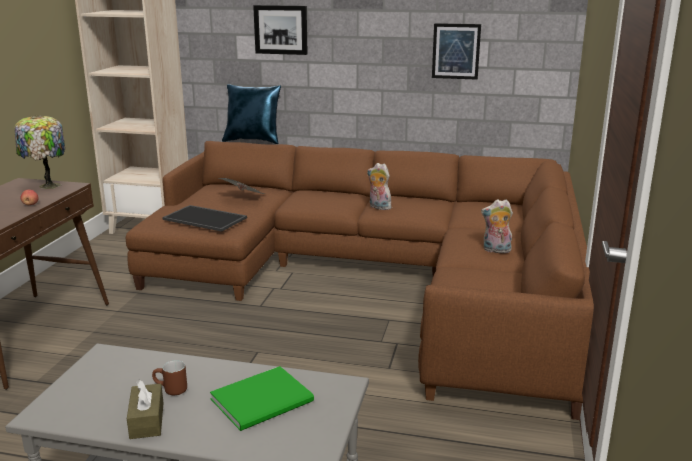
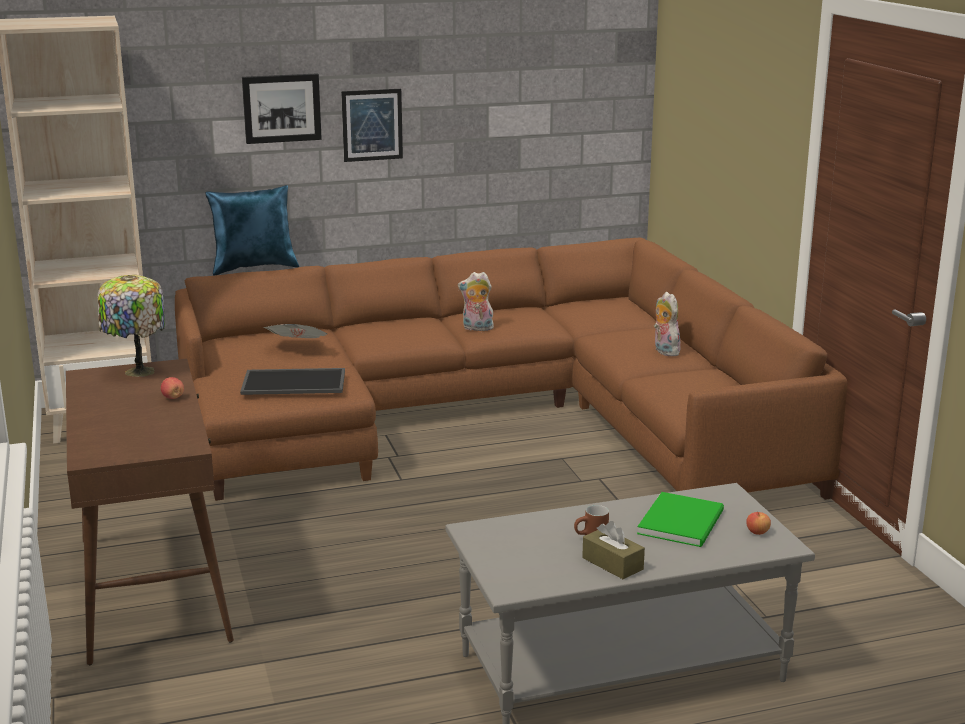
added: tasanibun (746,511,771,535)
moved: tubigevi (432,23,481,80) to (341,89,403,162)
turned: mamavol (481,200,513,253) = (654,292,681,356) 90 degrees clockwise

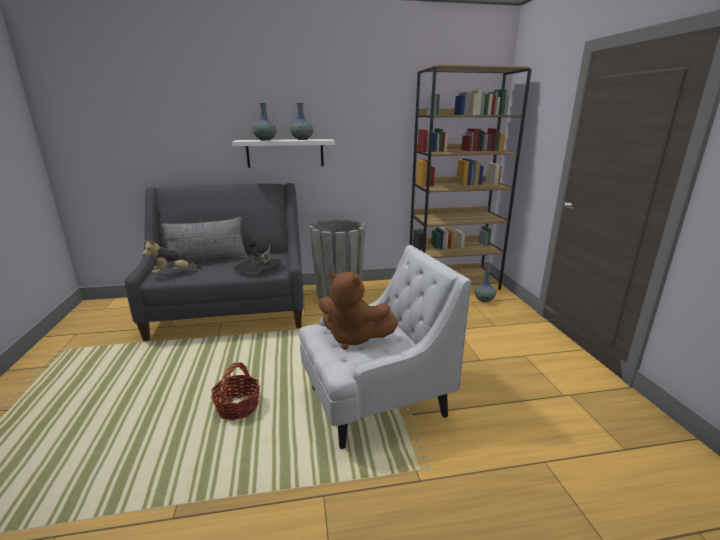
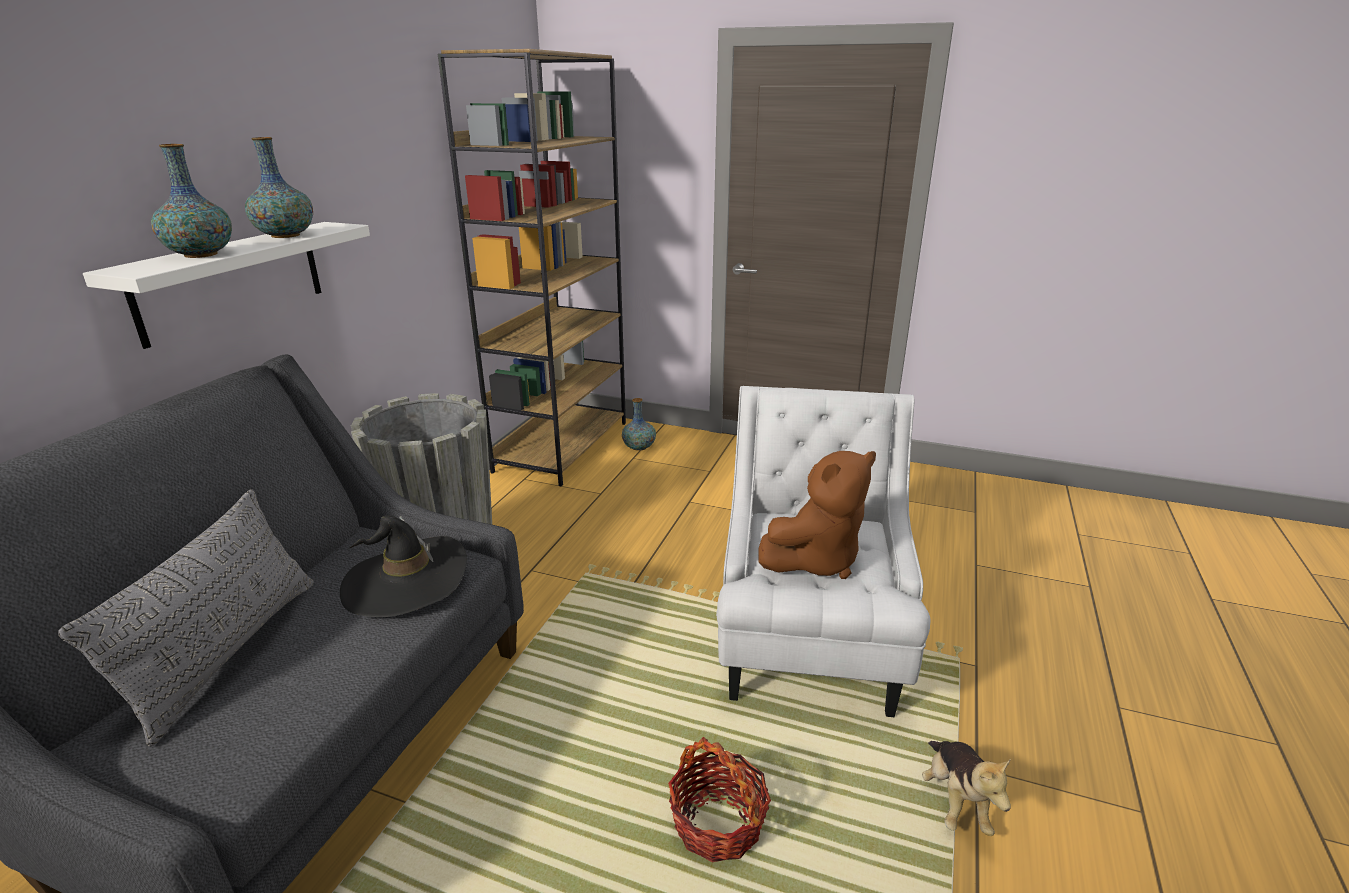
moved: mamavol (143,240,202,274) to (922,741,1011,836)

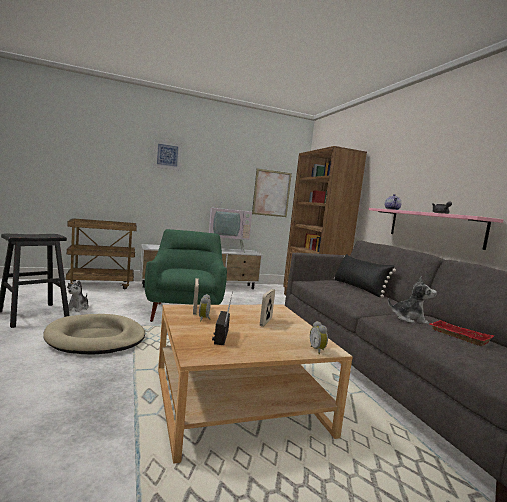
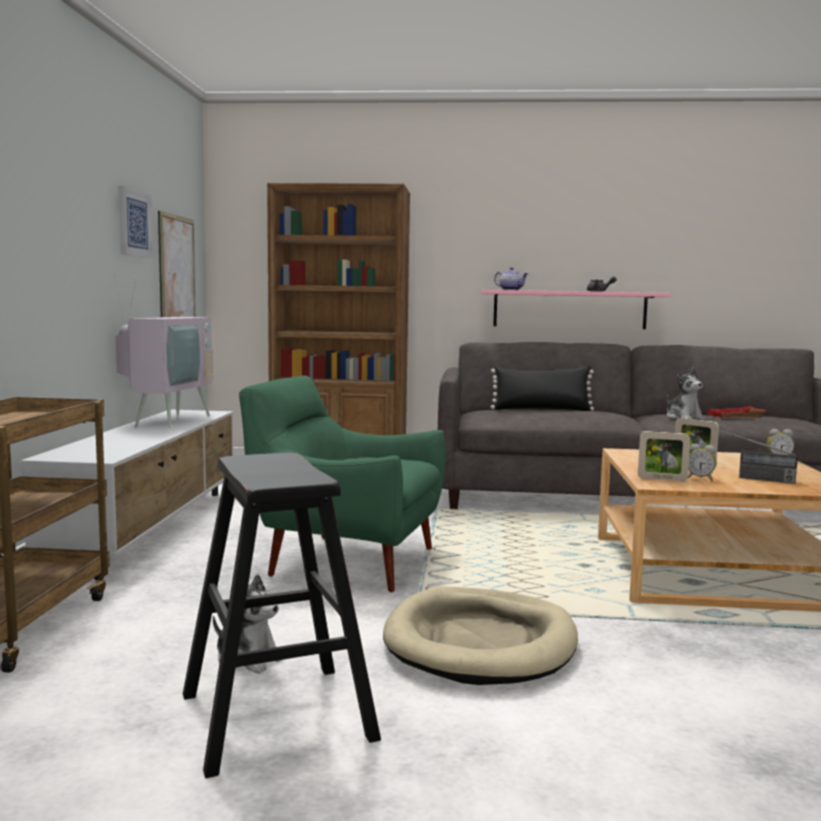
moved: tubigevi (153,139,182,171) to (118,186,153,258)
turned: mamavol (388,277,437,325) = (667,368,705,420) 120 degrees clockwise

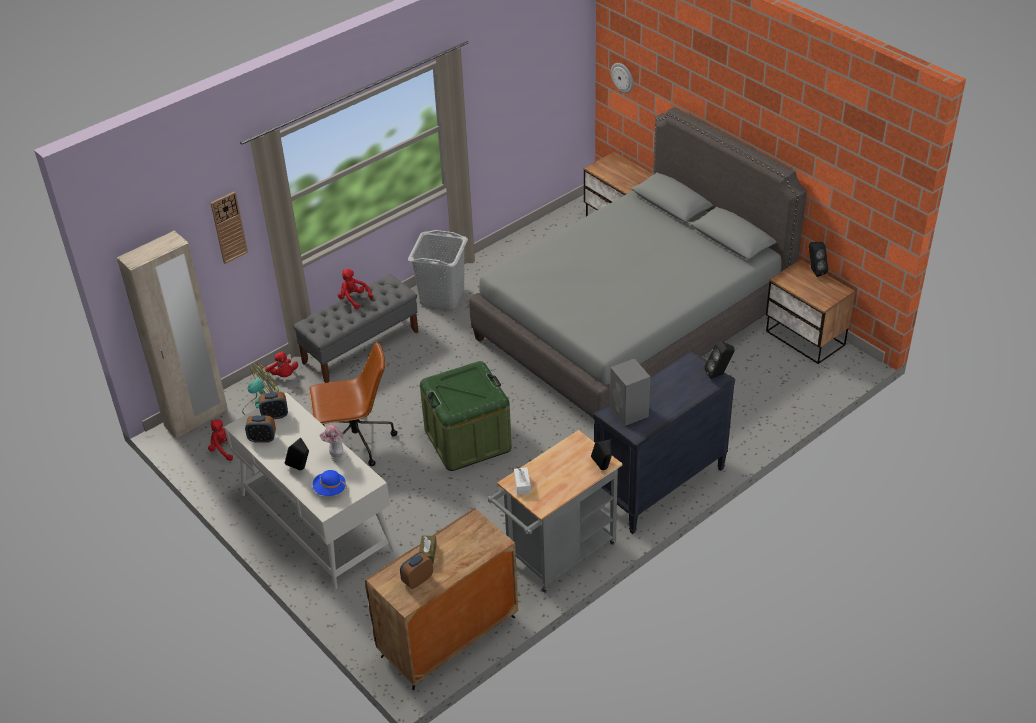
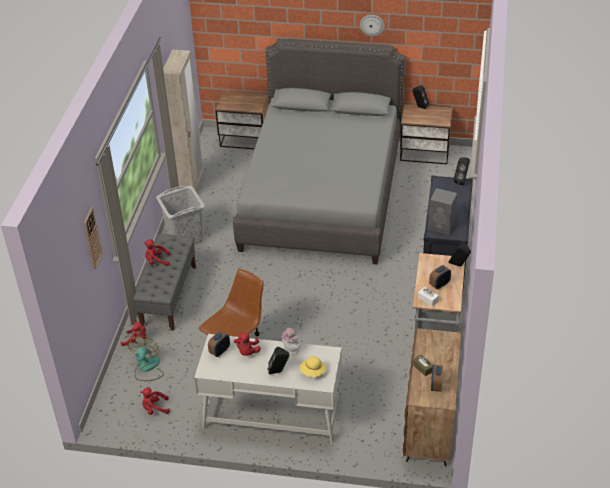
removed: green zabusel (420,361,512,471)
added: red mamavol (234,333,261,356)
moved: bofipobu (611,63,633,93) to (360,15,385,37); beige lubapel (117,231,228,438) to (163,50,204,196); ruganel (245,415,276,443) to (429,265,451,289)
recoloured: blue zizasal (313,470,347,496) to yellow zizasal (300,356,326,377)

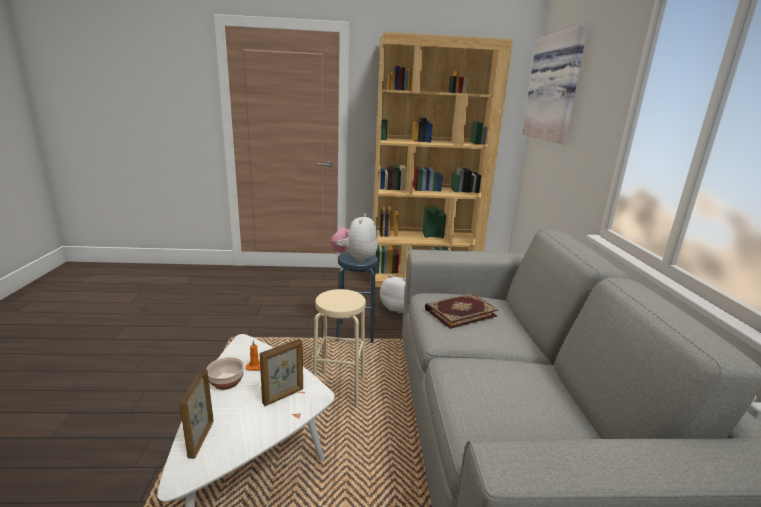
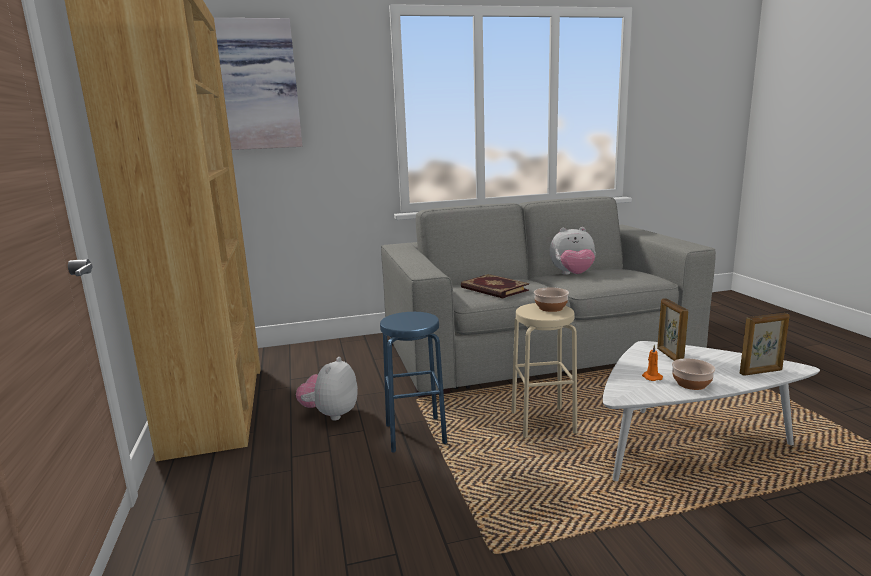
added: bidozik (534,287,569,312)
moved: mamavol (331,213,378,263) to (549,227,596,275)
turned: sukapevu (260,339,303,406) = (657,298,688,361) 135 degrees counterclockwise

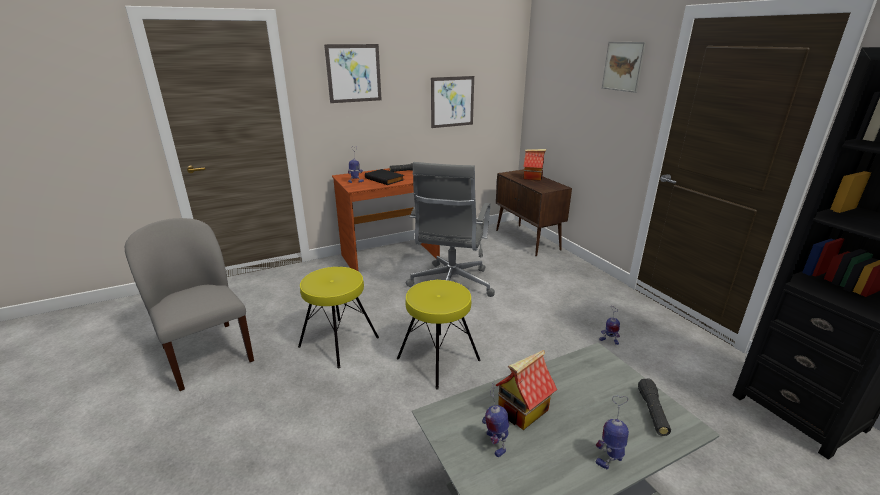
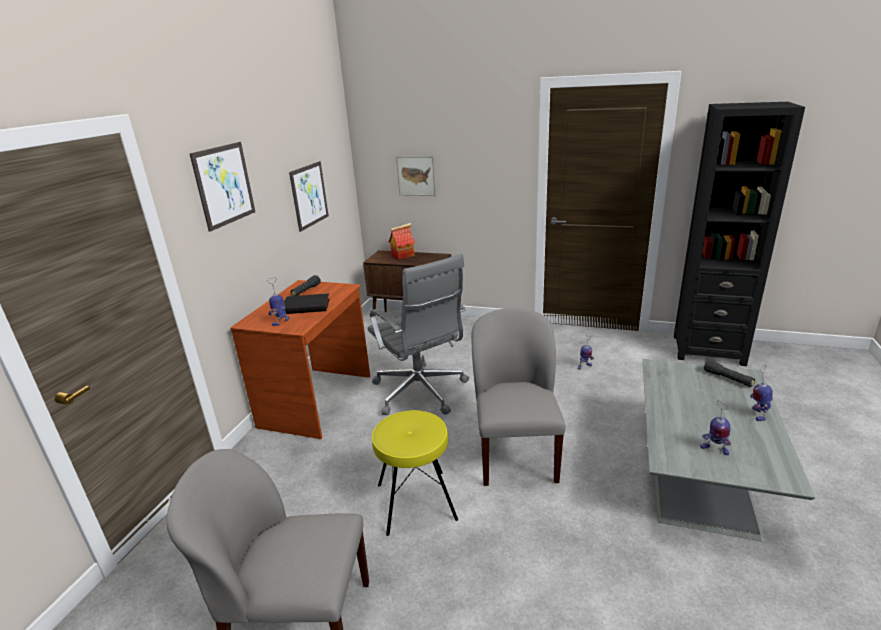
removed: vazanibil (496,350,557,430)
moved: tubigevi (602,42,646,93) to (396,156,436,196)
replaced: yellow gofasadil (397,280,481,390) to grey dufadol (471,308,566,486)

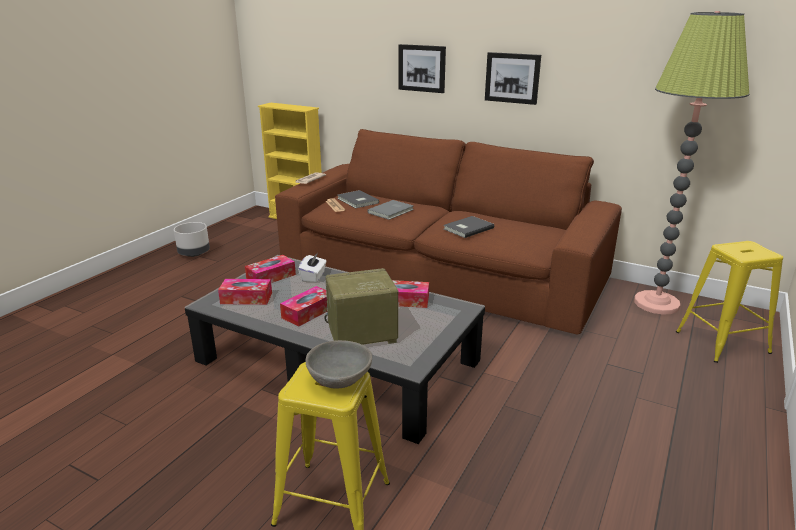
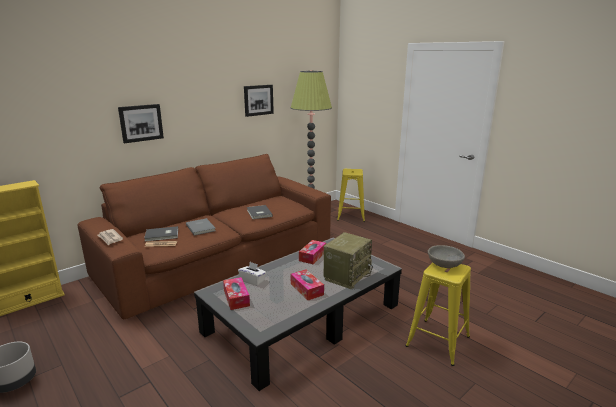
removed: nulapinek (218,279,272,305)
moved: tubigevi (485,52,541,105) to (244,85,274,117)
turned: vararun (324,268,399,345) = (324,232,373,289) 150 degrees counterclockwise

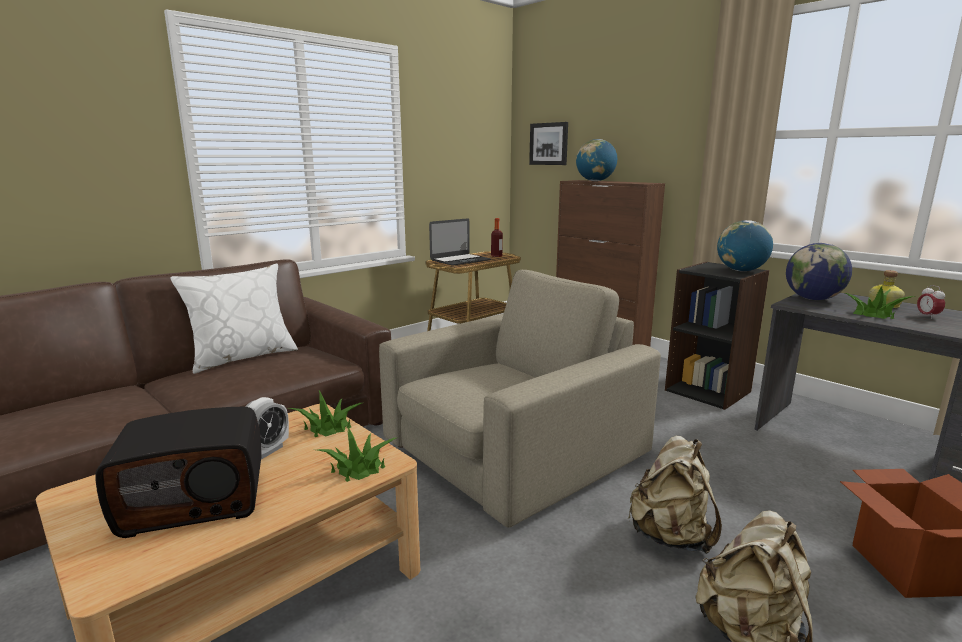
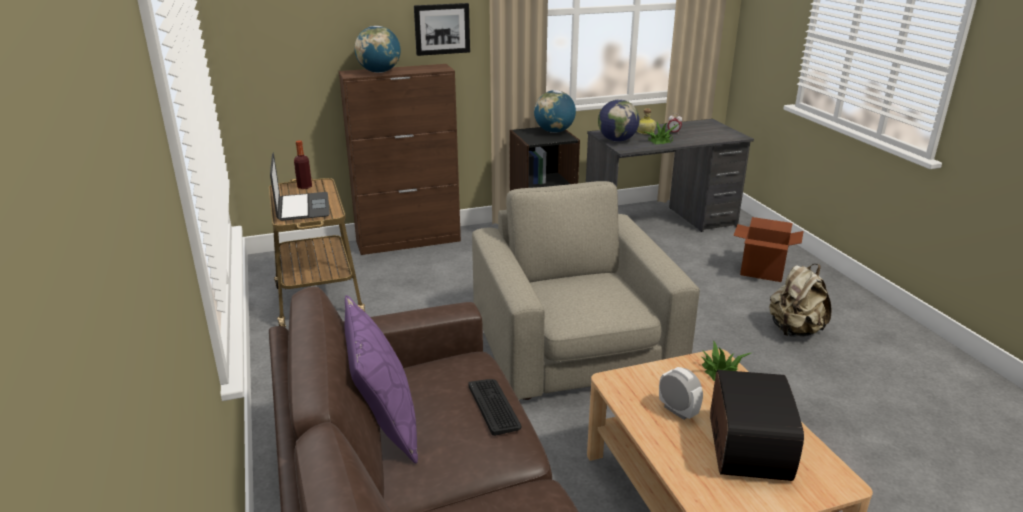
removed: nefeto (289,391,362,437); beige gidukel (627,436,722,554)
added: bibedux (469,379,522,436)
moved: tubigevi (529,122,568,165) to (414,3,470,56)
recoloured: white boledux (170,264,298,374) to purple boledux (345,295,418,463)

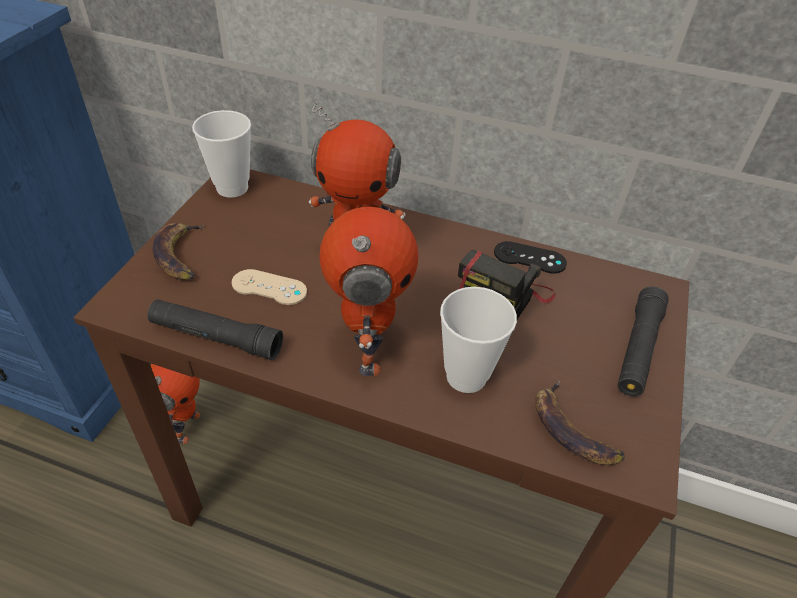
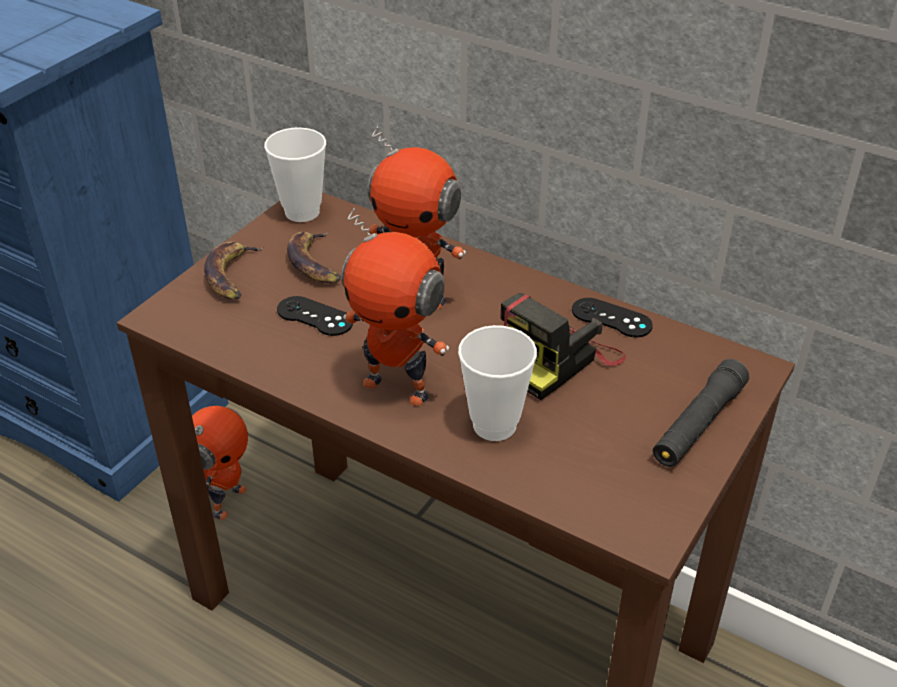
removed: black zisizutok (147,299,283,360)
moved: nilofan (535,380,625,465) to (287,232,341,283)
recoloured: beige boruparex (232,269,307,305) to black boruparex (277,296,353,336)
turned: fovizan (320,207,418,376) = (341,208,449,406) 105 degrees clockwise

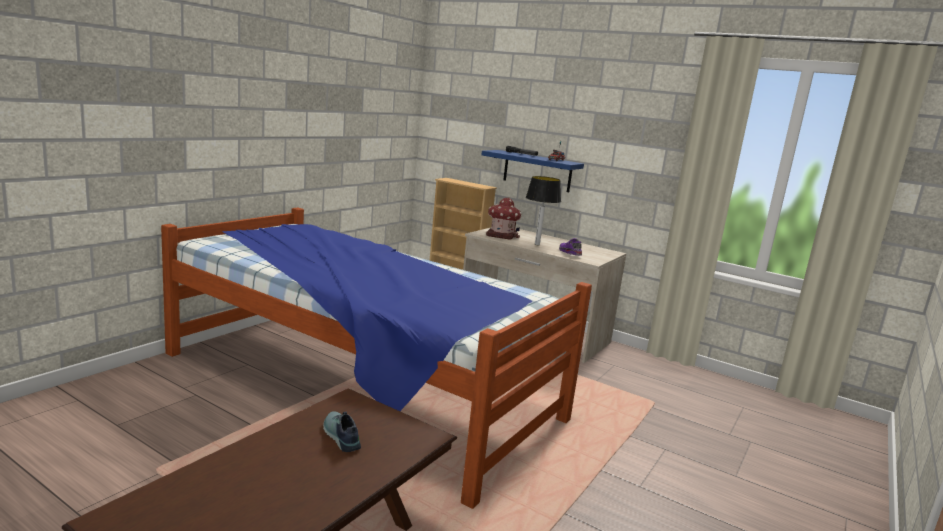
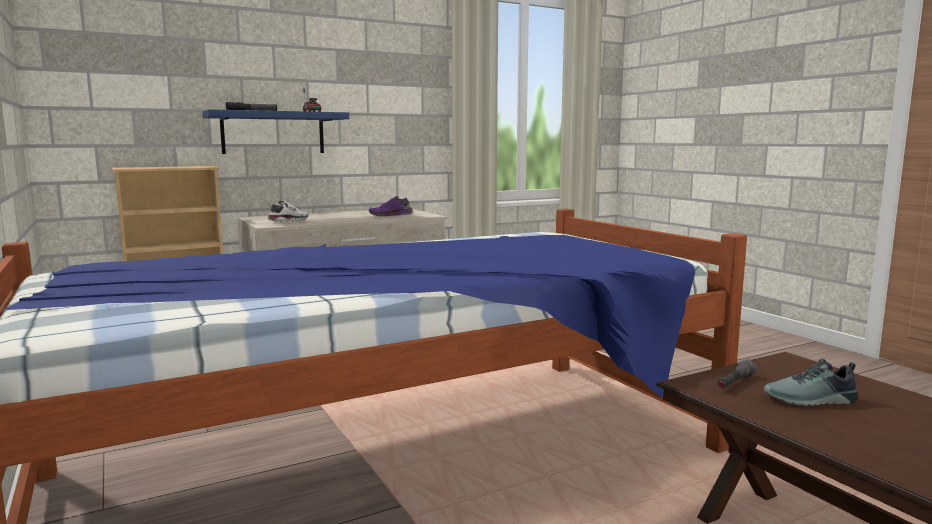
removed: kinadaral (526,176,561,245)
added: grey zisizutok (718,359,757,388)
replaced: vazanibil (486,198,522,240) to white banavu (267,200,309,222)

